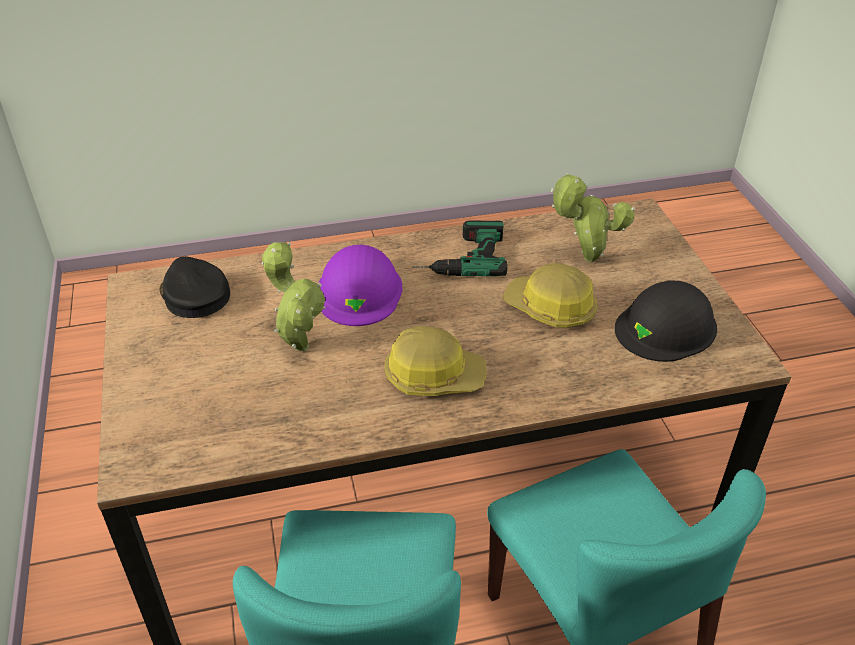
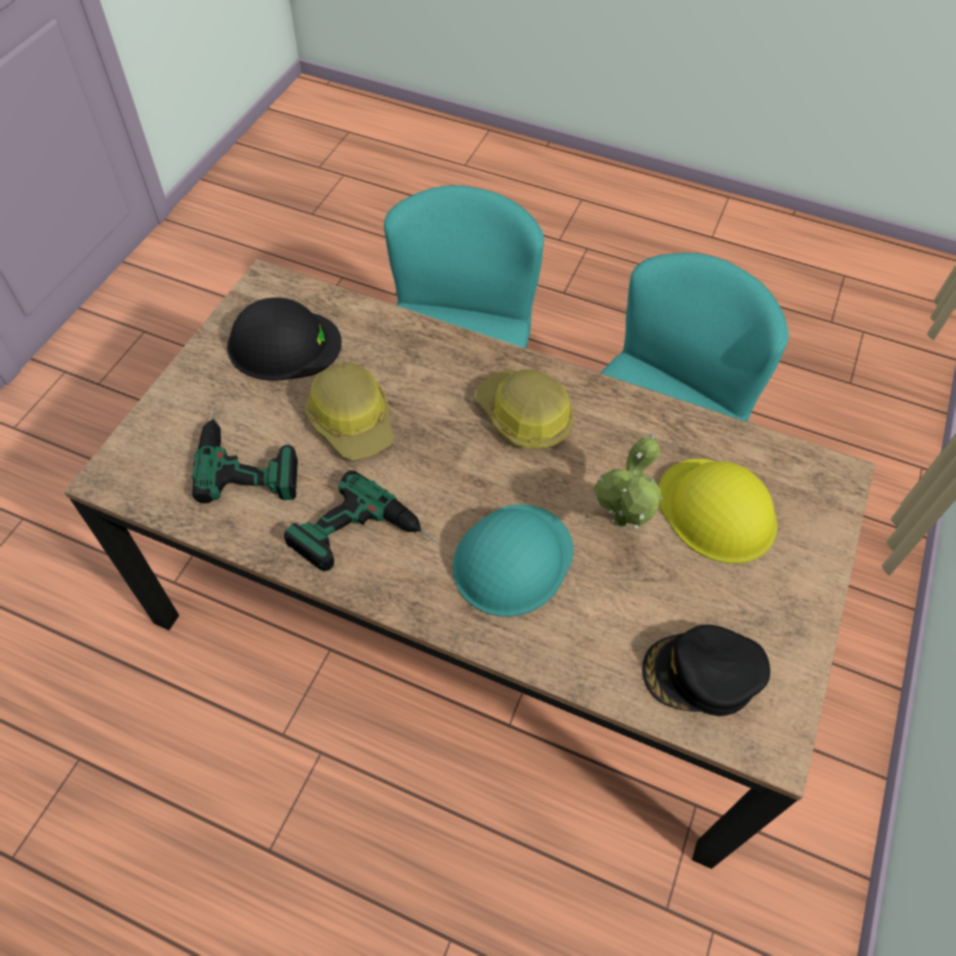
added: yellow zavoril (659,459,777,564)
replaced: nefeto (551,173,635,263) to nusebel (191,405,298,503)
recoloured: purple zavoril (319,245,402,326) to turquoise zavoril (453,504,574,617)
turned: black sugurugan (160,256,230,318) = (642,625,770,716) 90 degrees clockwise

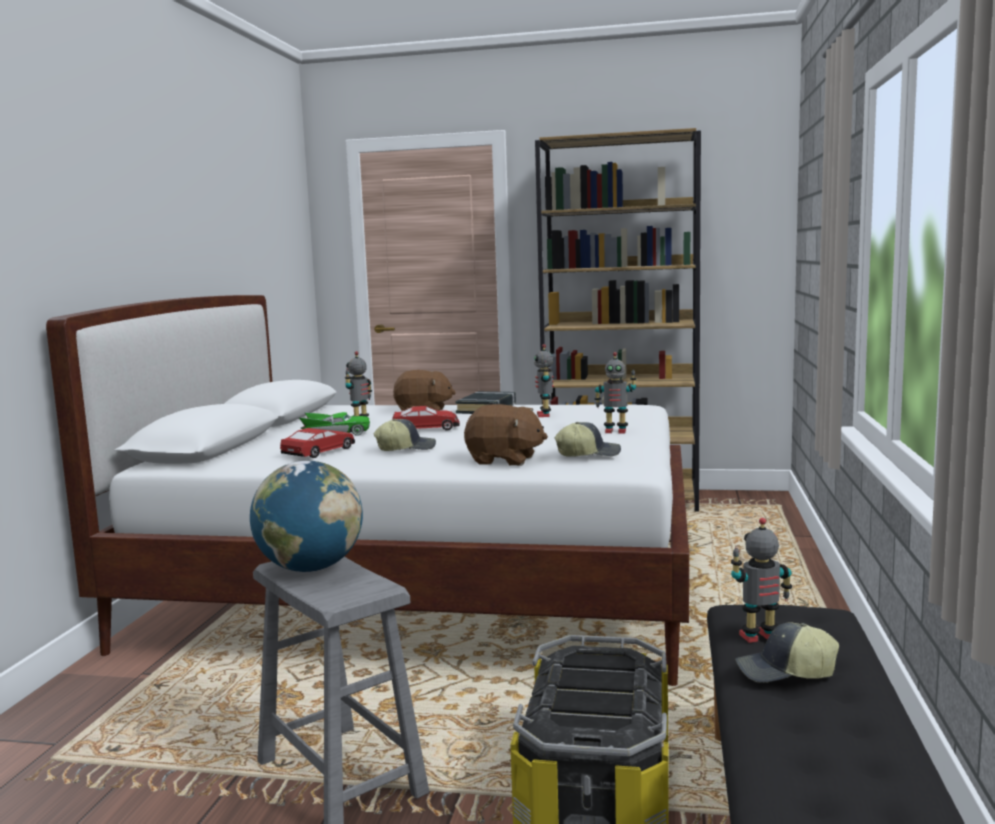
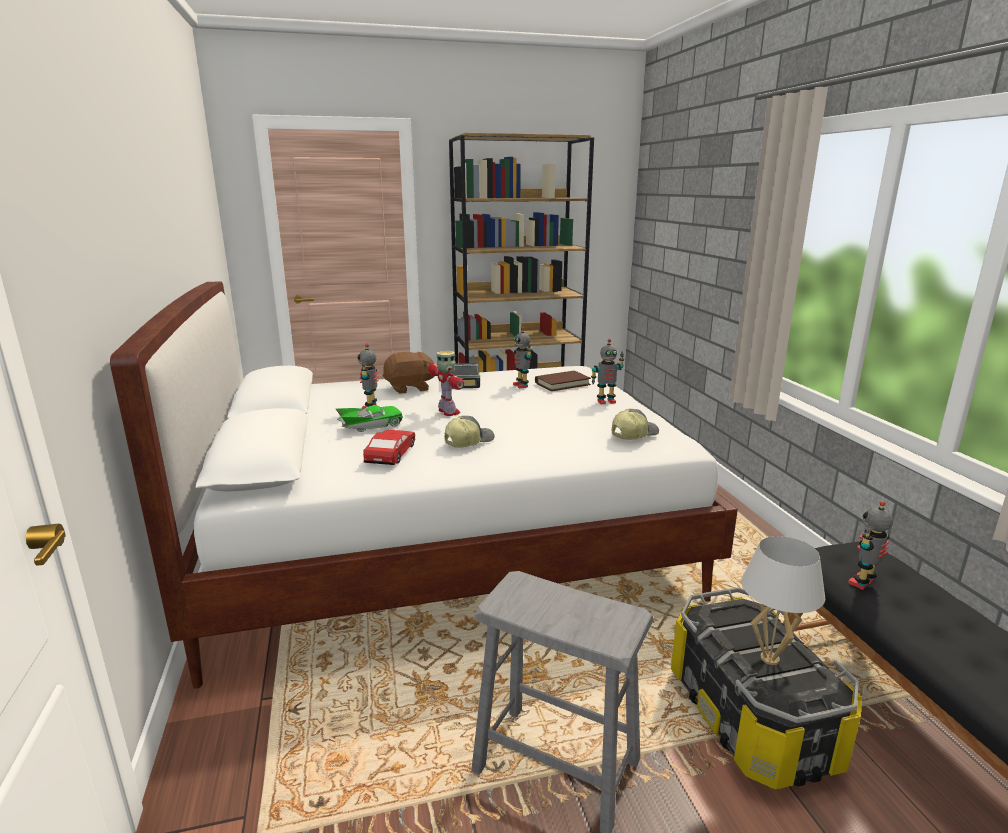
removed: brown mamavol (464,404,548,466); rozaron (250,461,363,572); sugurugan (735,622,839,683)
added: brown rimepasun (535,371,591,391); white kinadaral (741,536,825,665)
replaced: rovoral (392,406,460,431) to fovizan (428,351,464,416)

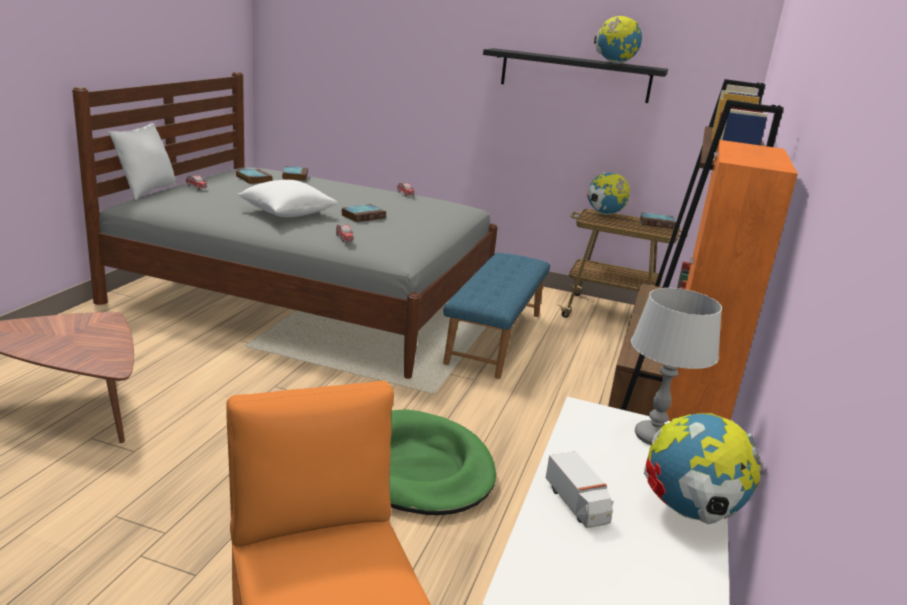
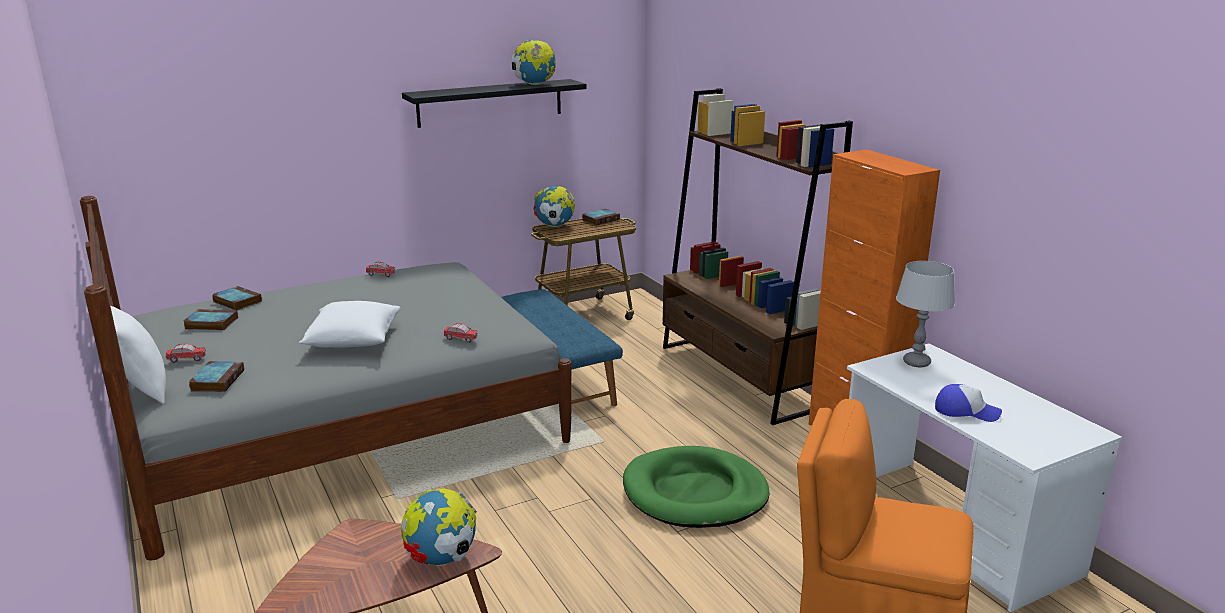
moved: rimepasun (341,204,386,222) to (189,361,244,392); rozaron (644,413,764,524) to (401,489,477,566)
replaced: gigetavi (546,451,614,528) to sugurugan (935,384,1002,422)

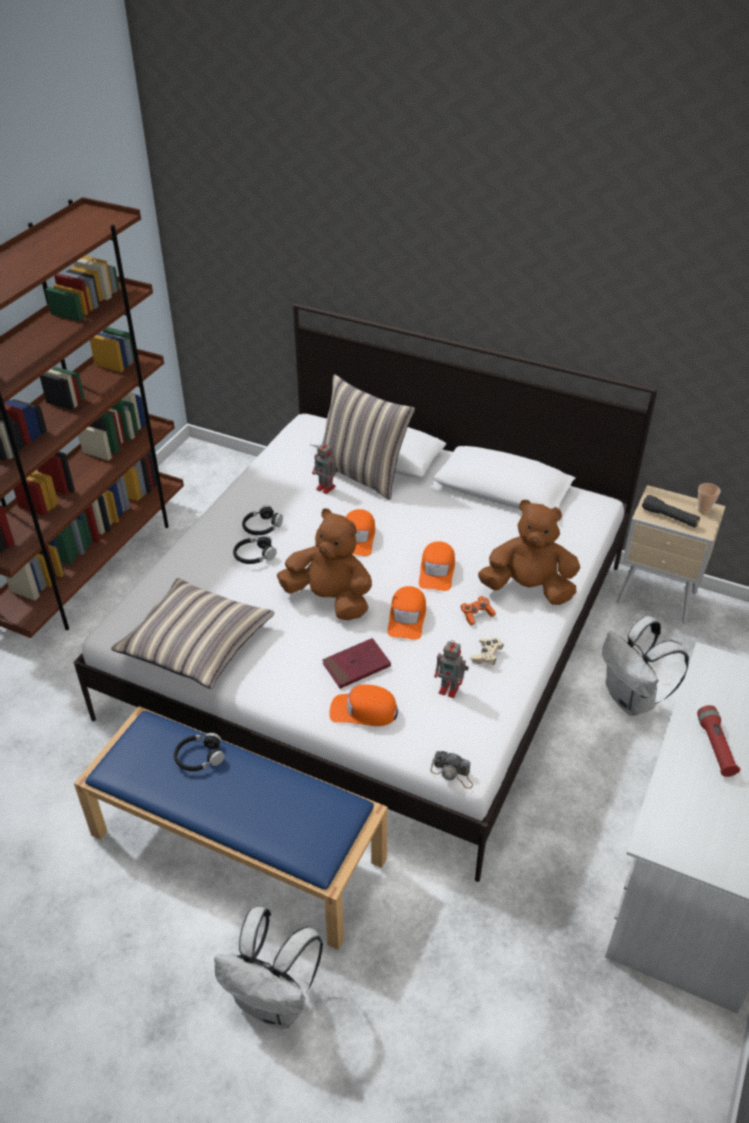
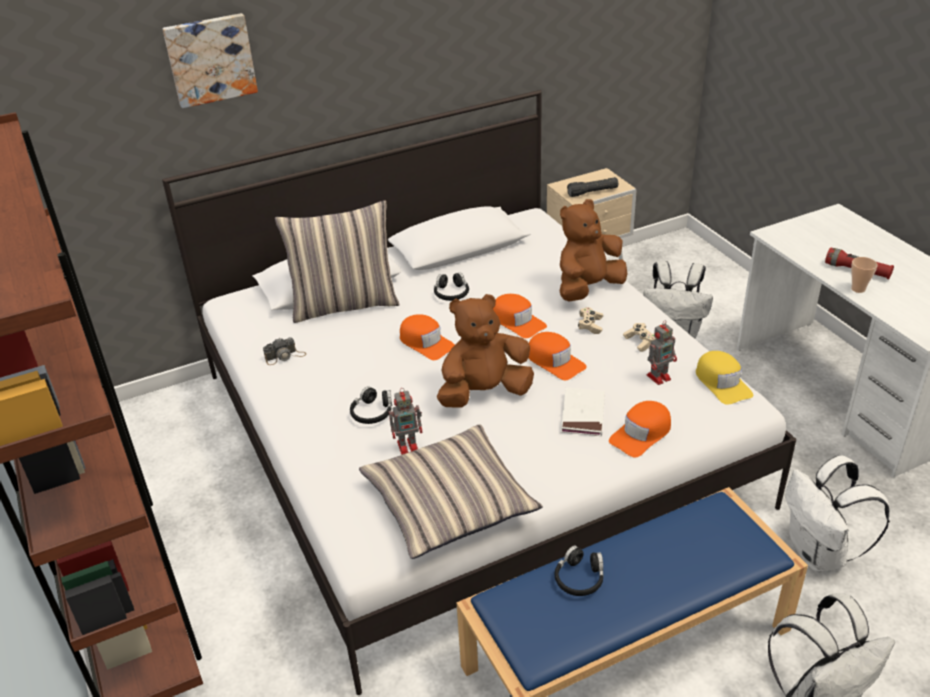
added: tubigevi (162,13,258,108); yellow sugurugan (696,351,753,405); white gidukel (785,455,890,572)
moved: fovizan (312,441,338,494) to (389,388,423,455); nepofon (698,483,720,514) to (851,257,878,293); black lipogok (242,505,283,535) to (434,272,469,301); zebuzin (430,751,473,789) to (263,337,306,365)
recoloured: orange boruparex (461,596,496,625) to beige boruparex (578,307,603,334); red rimepasun (322,638,391,689) to white rimepasun (561,387,605,436)

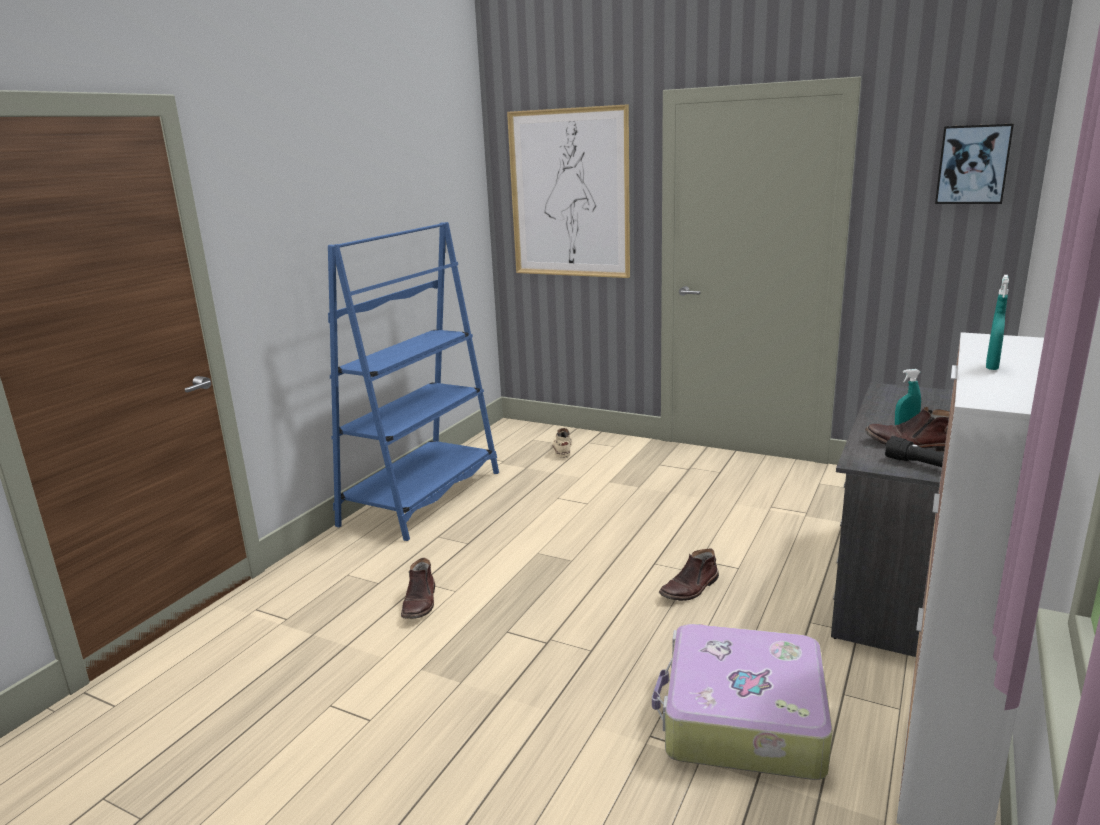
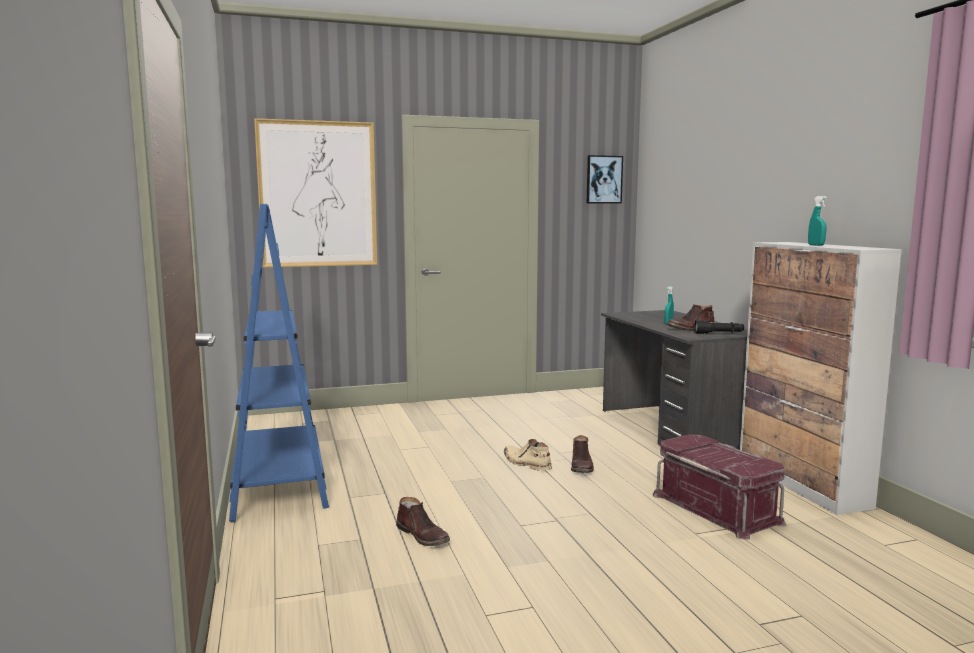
moved: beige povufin (552,428,572,457) to (504,439,552,471)
replaced: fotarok (652,624,832,780) to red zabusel (653,434,786,540)

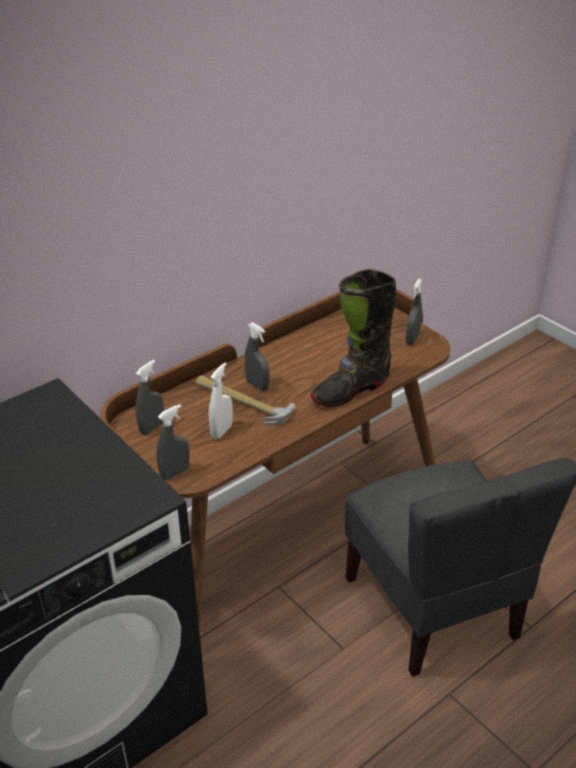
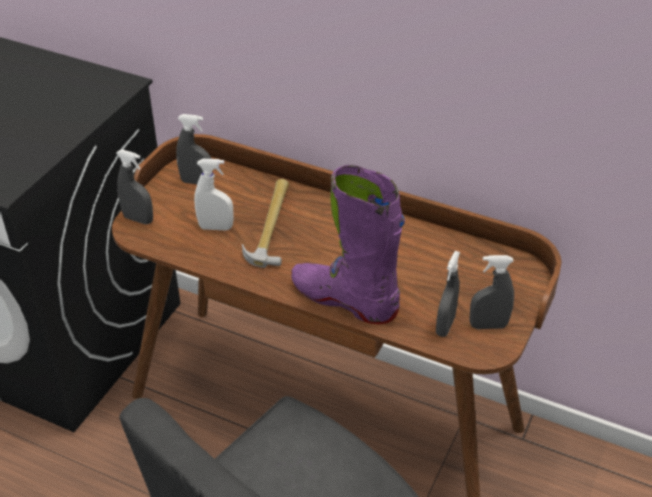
moved: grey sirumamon (245,322,269,391) to (436,251,460,337)
recoloured: black povufin (310,269,396,407) to purple povufin (291,165,405,324)

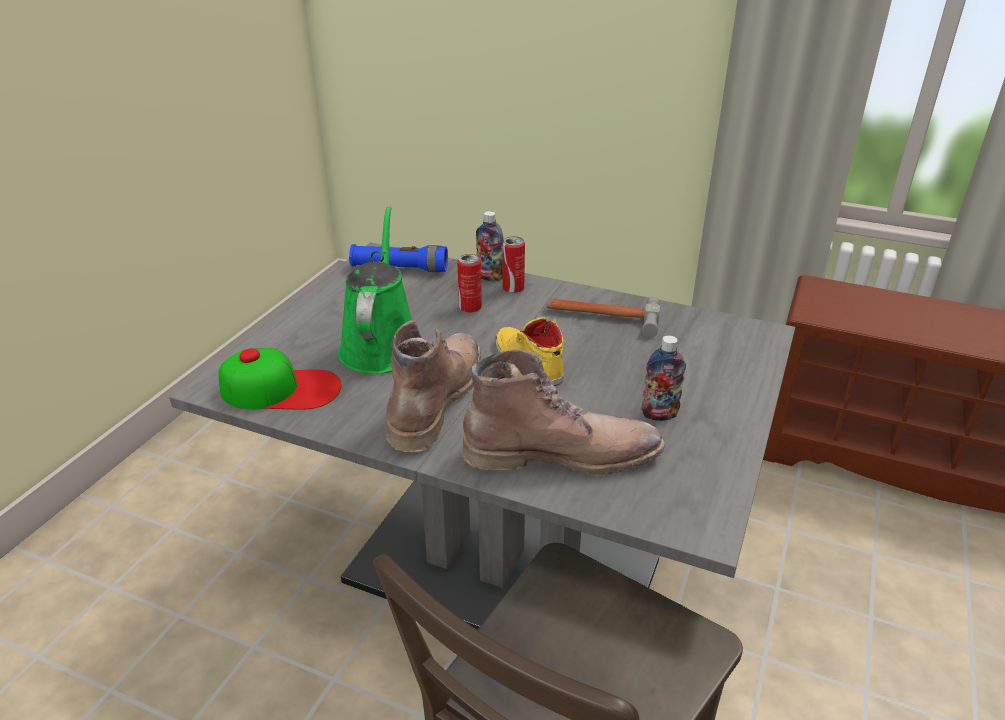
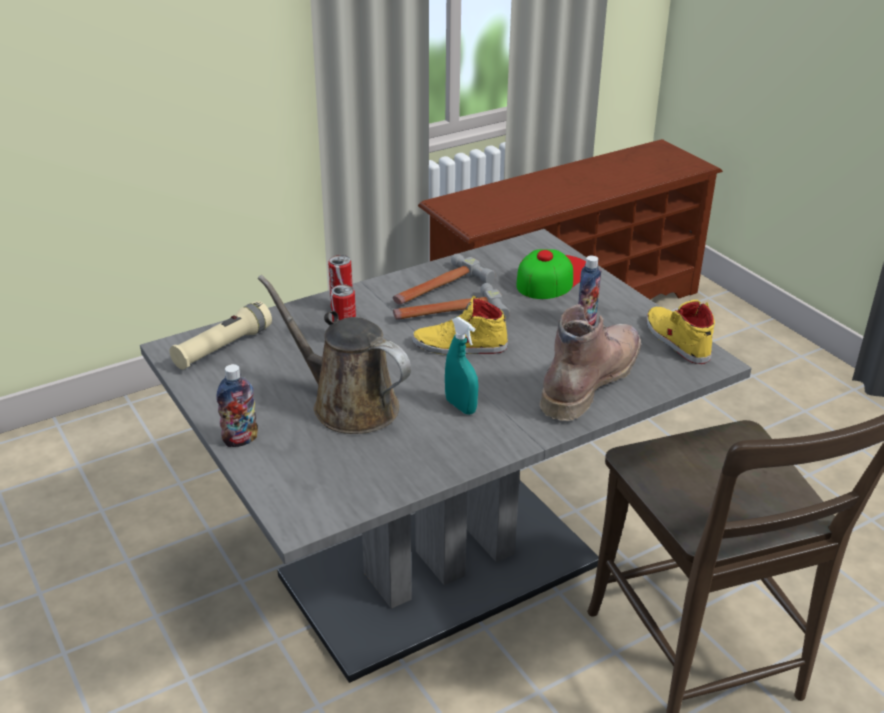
added: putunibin (393,283,510,321); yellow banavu (646,300,715,364)
moved: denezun (476,211,504,281) to (216,364,258,447); sugurugan (218,348,341,410) to (516,249,586,299)
replaced: brown povufin (386,320,481,452) to turquoise sirumamon (445,317,478,415)
recoloured: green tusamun (338,207,412,374) to brown tusamun (258,275,411,434); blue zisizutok (349,244,448,272) to beige zisizutok (170,301,272,370)

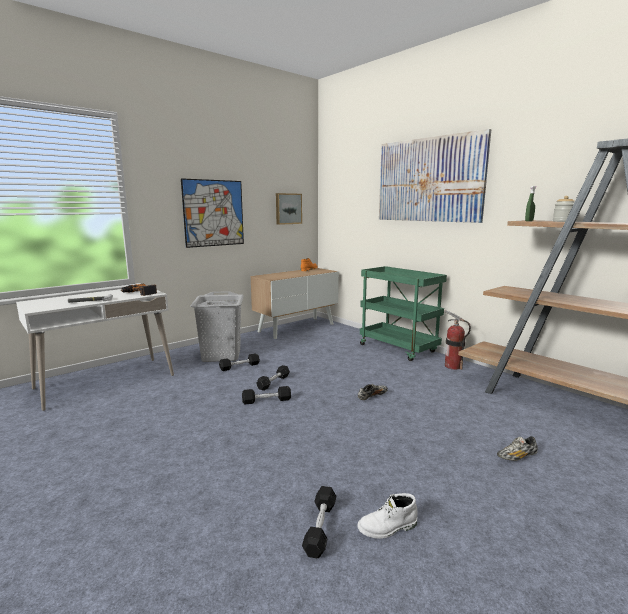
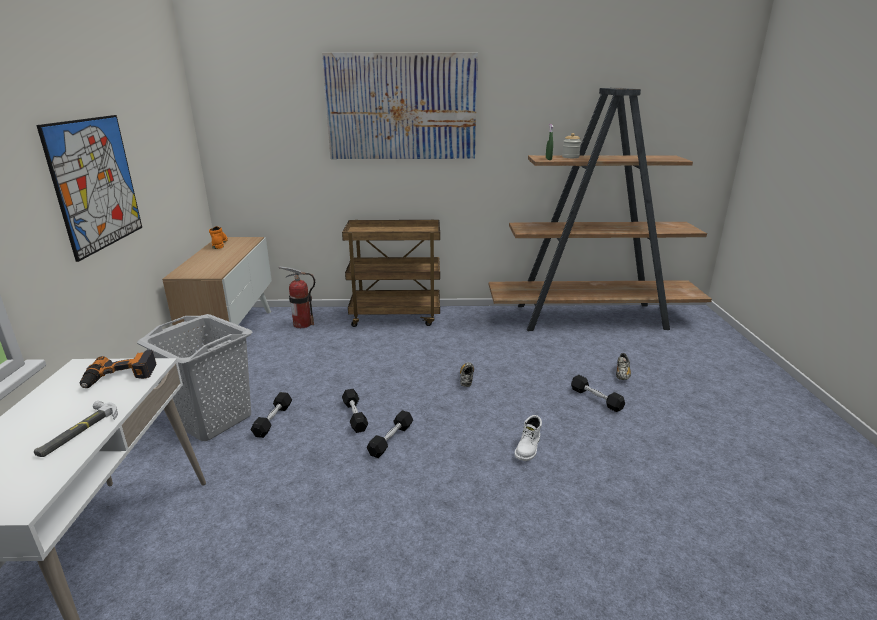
removed: tubigevi (276,193,302,225)
moved: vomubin (444,310,471,370) to (278,266,315,328); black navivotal (302,486,336,558) to (571,375,625,412); white povufin (357,493,418,539) to (514,415,542,461)
recoloured: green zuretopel (360,266,447,361) to brown zuretopel (342,220,440,327)

